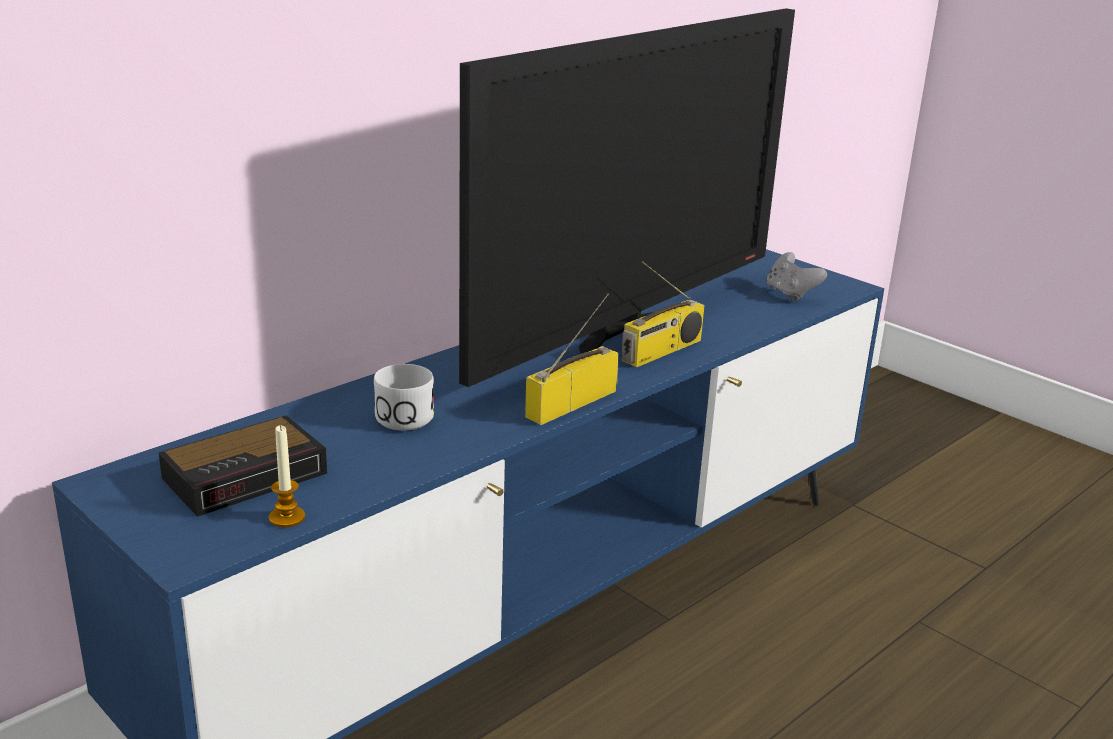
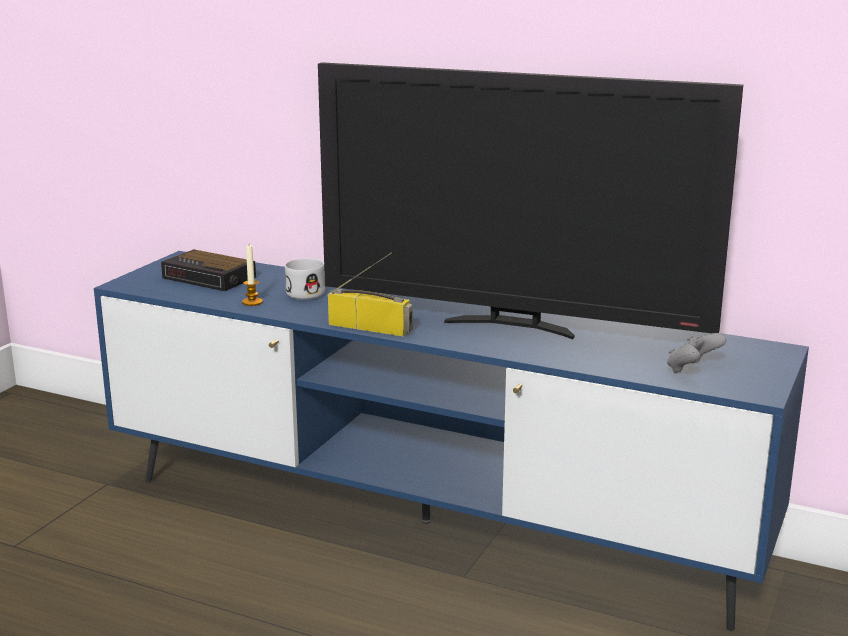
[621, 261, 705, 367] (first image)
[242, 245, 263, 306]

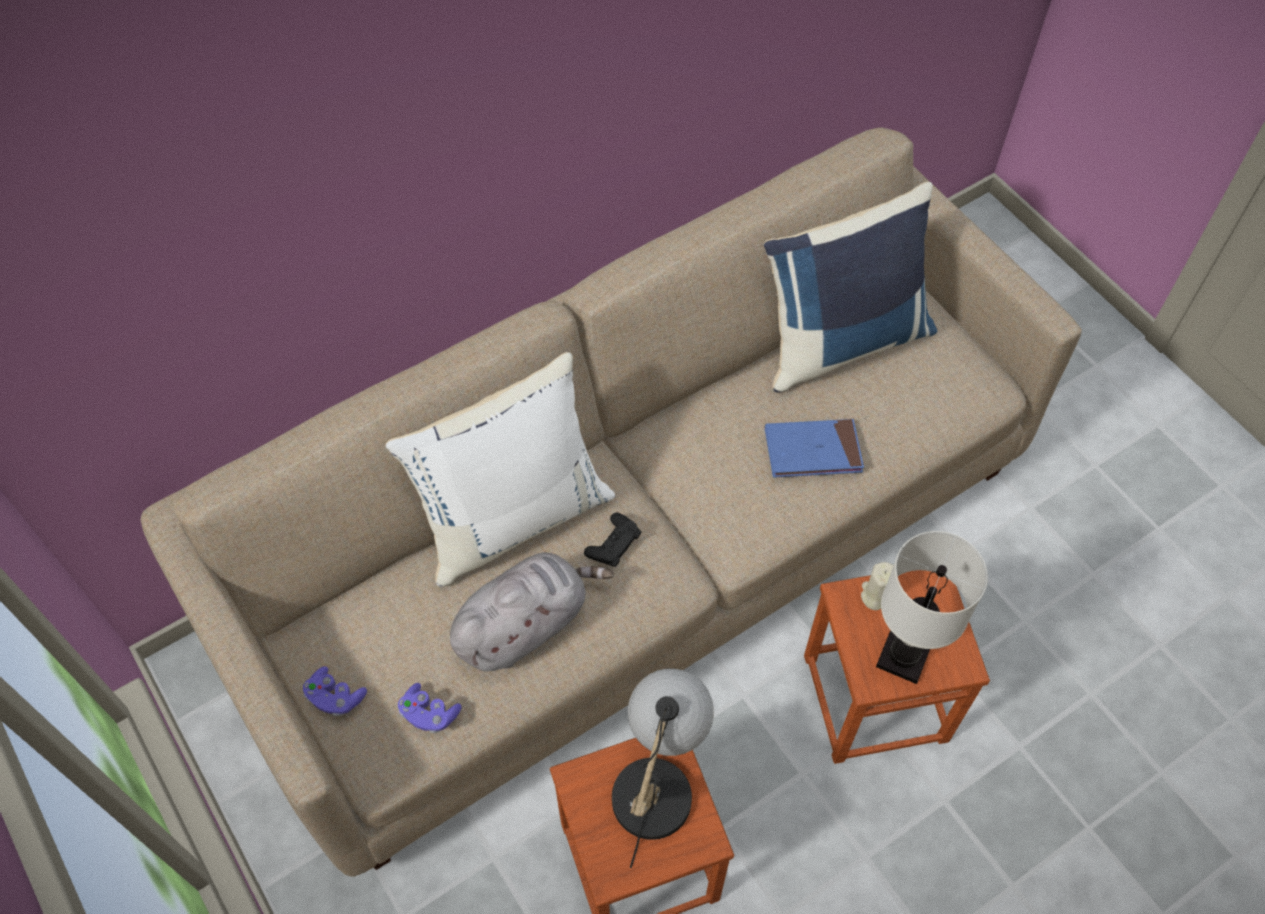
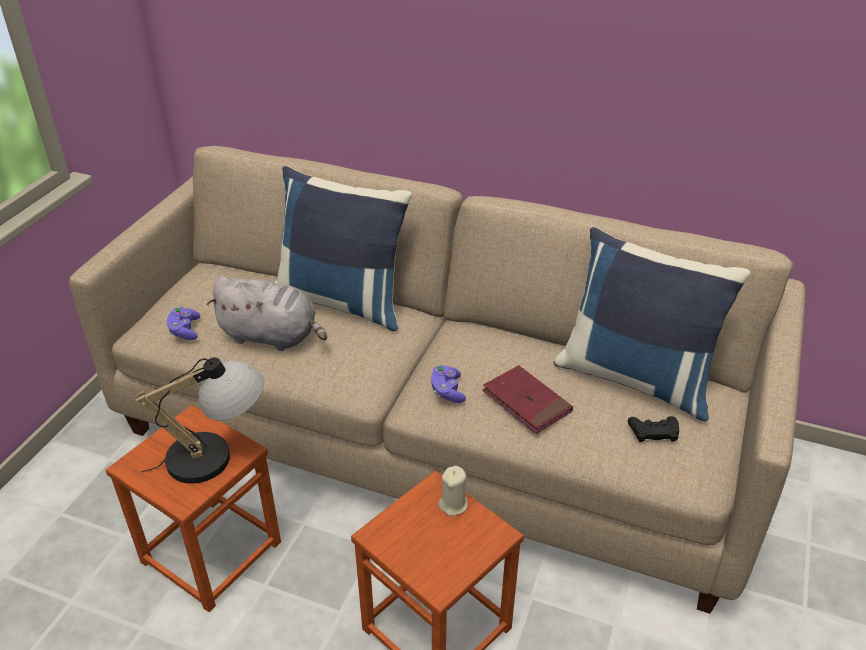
[275, 166, 412, 331]
[483, 365, 573, 434]
[628, 416, 679, 442]
[876, 531, 988, 684] (first image)
[431, 365, 466, 403]

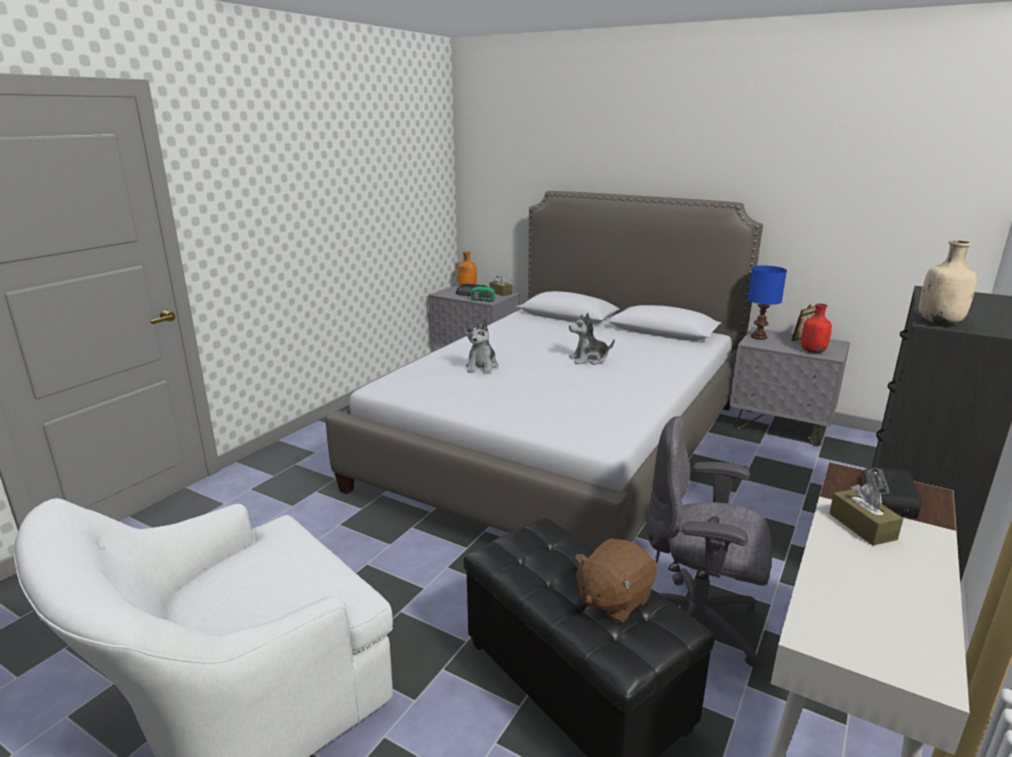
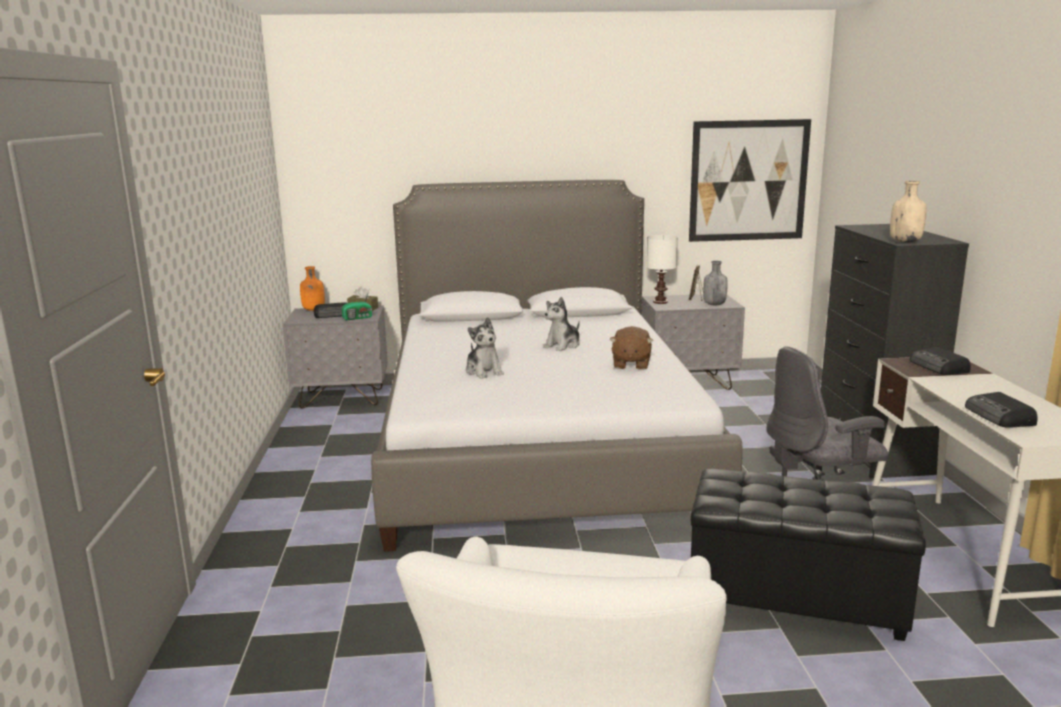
[646, 235, 678, 304]
[703, 261, 728, 306]
[829, 483, 903, 546] (first image)
[610, 326, 653, 370]
[689, 119, 811, 242]
[965, 392, 1038, 428]

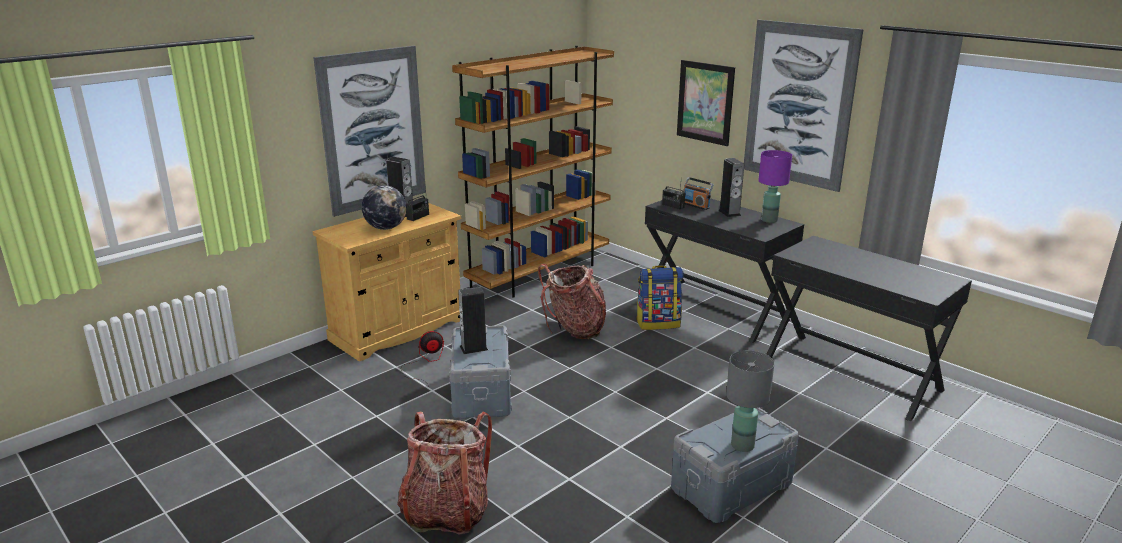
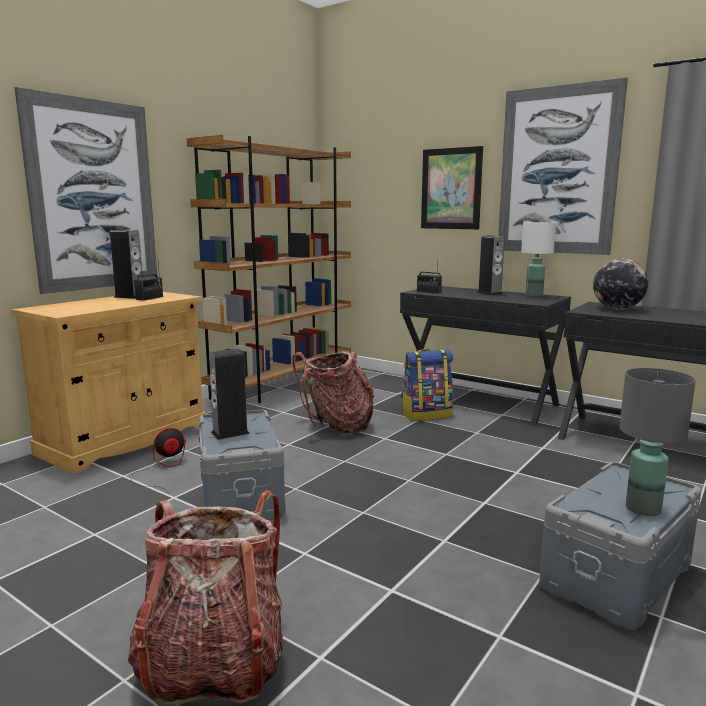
[521, 222, 556, 297]
[684, 177, 714, 210] (first image)
[593, 258, 648, 310]

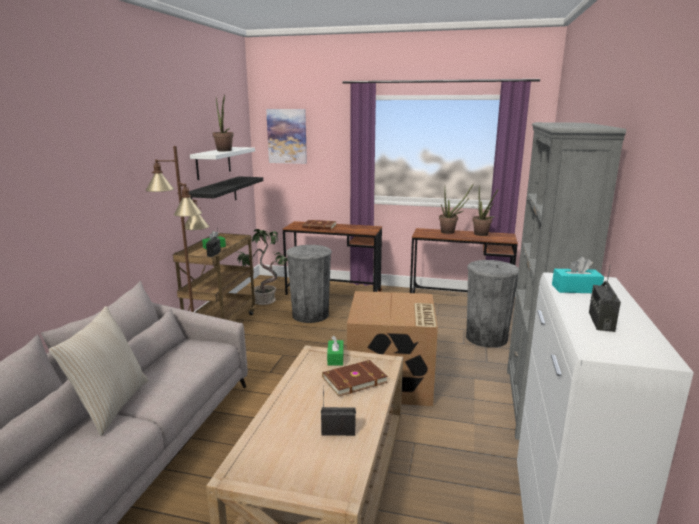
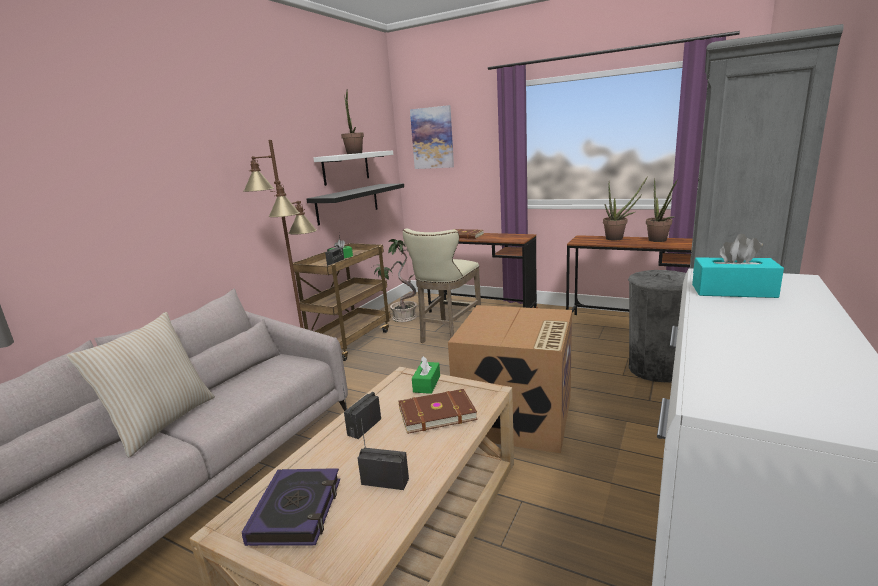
[403, 229, 481, 343]
[343, 387, 381, 439]
[242, 468, 340, 546]

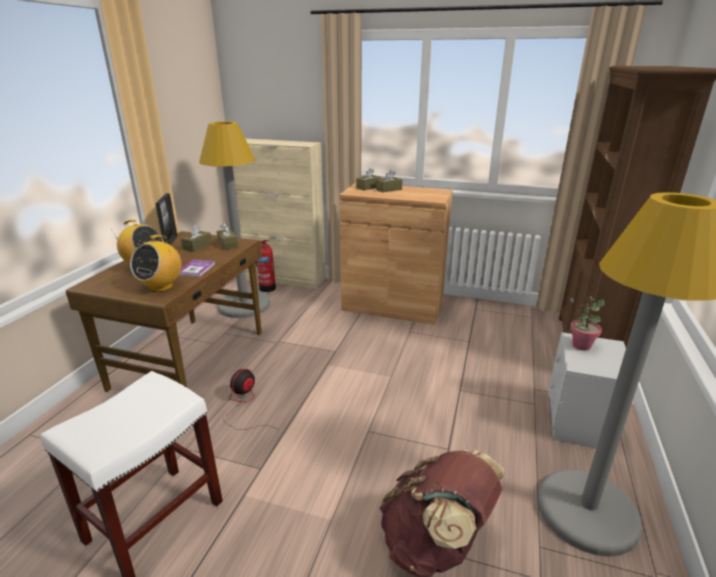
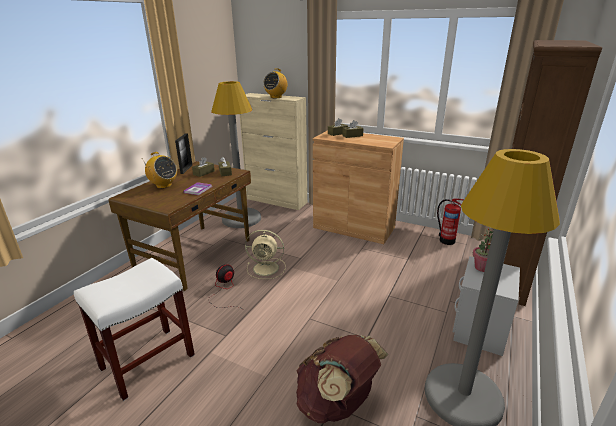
[263, 68, 288, 98]
[437, 198, 464, 245]
[245, 230, 286, 279]

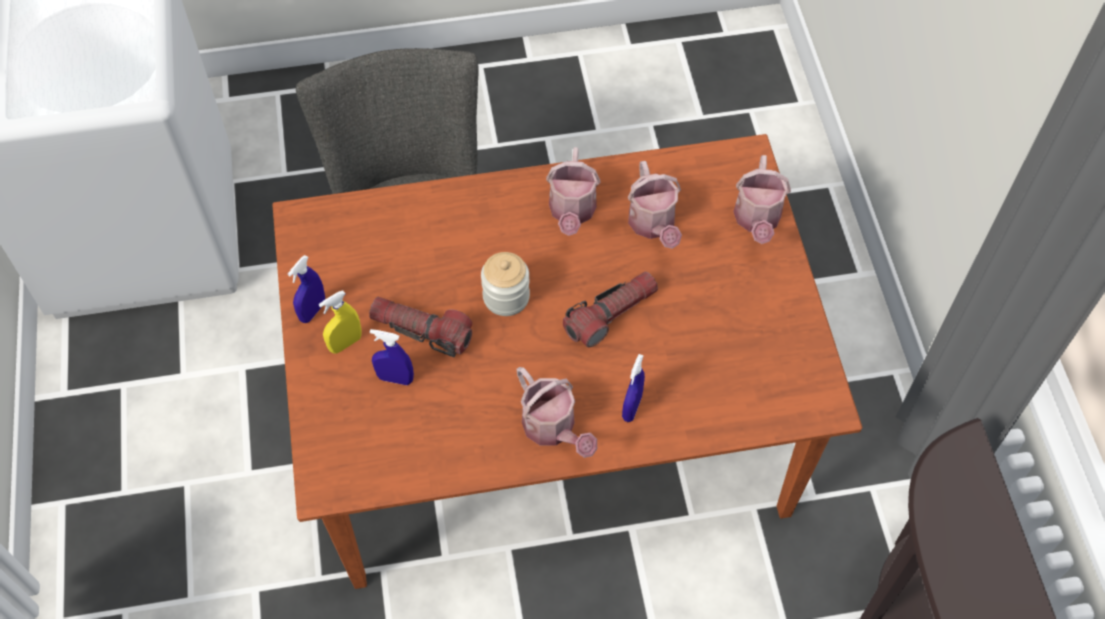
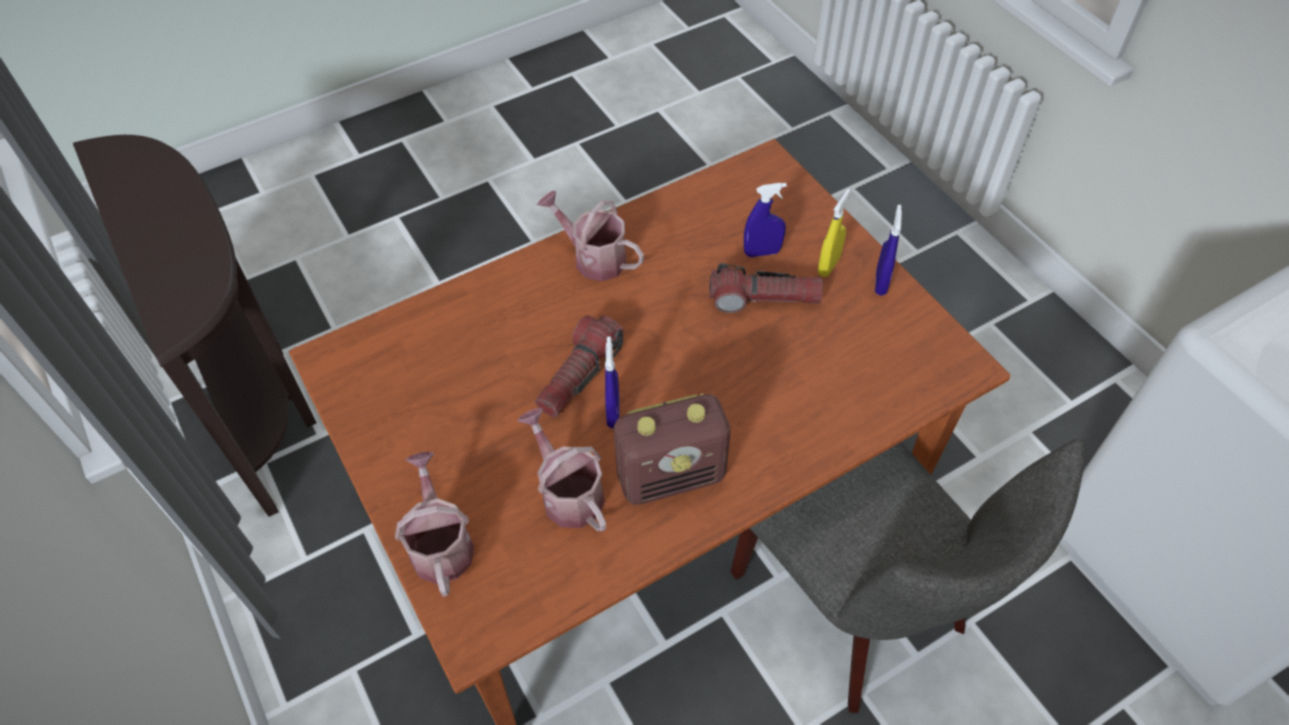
[614, 393, 731, 505]
[481, 252, 530, 316] (first image)
[605, 336, 620, 428]

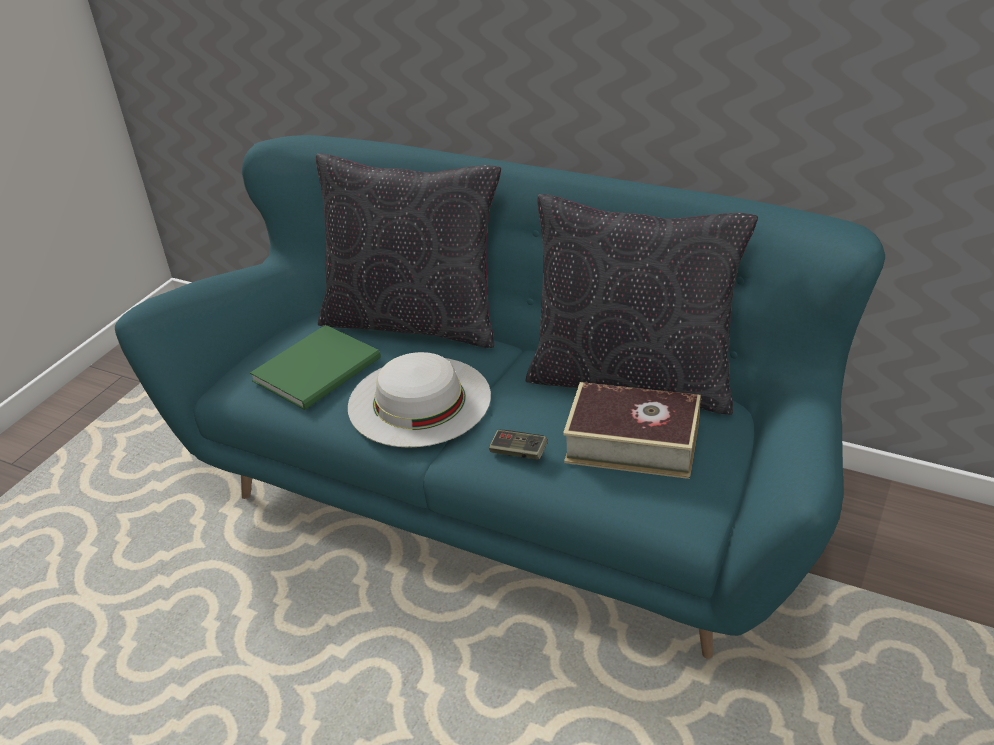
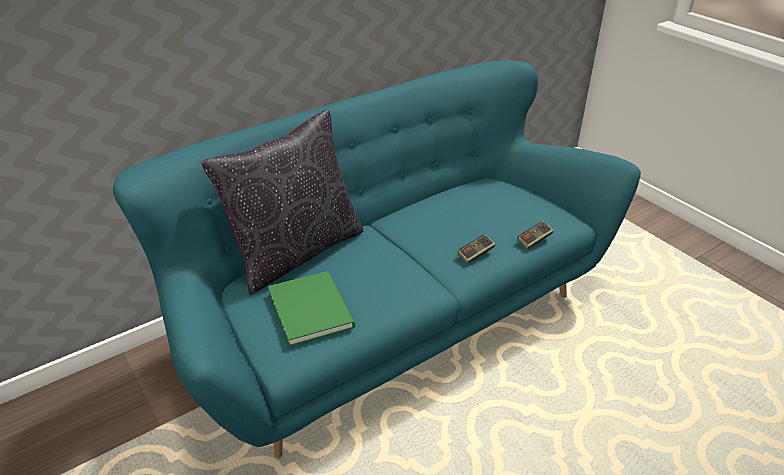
[525, 194, 758, 415] (first image)
[348, 352, 491, 448] (first image)
[563, 382, 701, 479] (first image)
[517, 221, 554, 249]

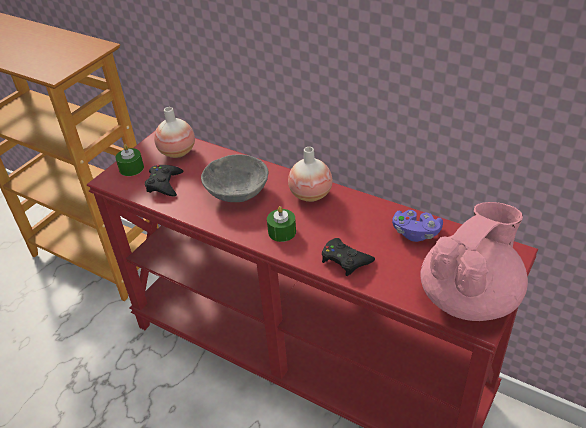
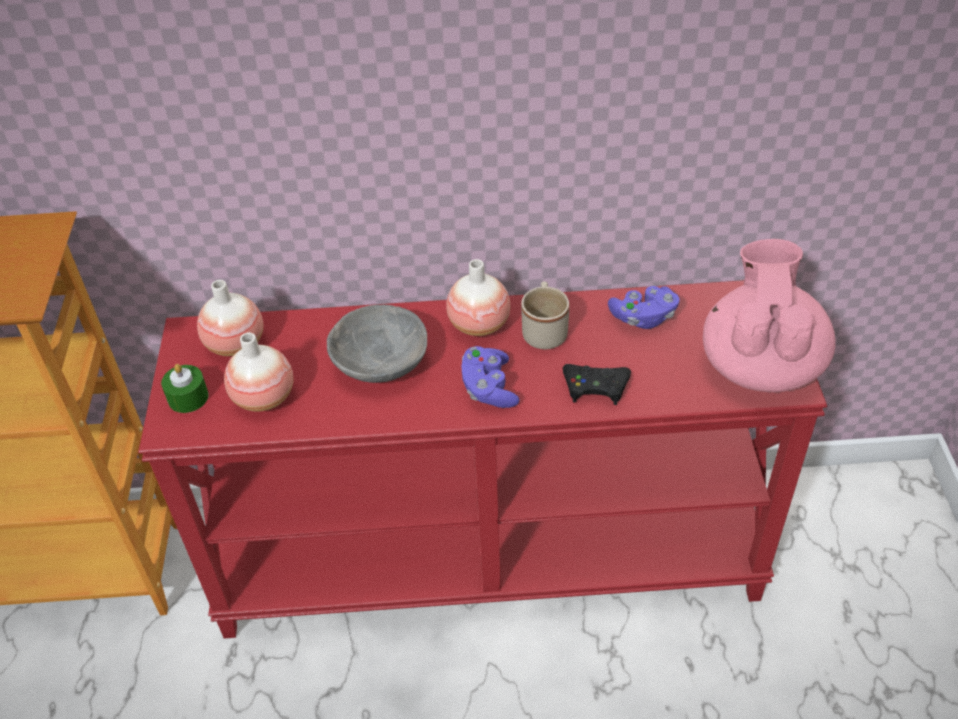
[224, 333, 293, 412]
[462, 346, 519, 408]
[521, 281, 569, 349]

